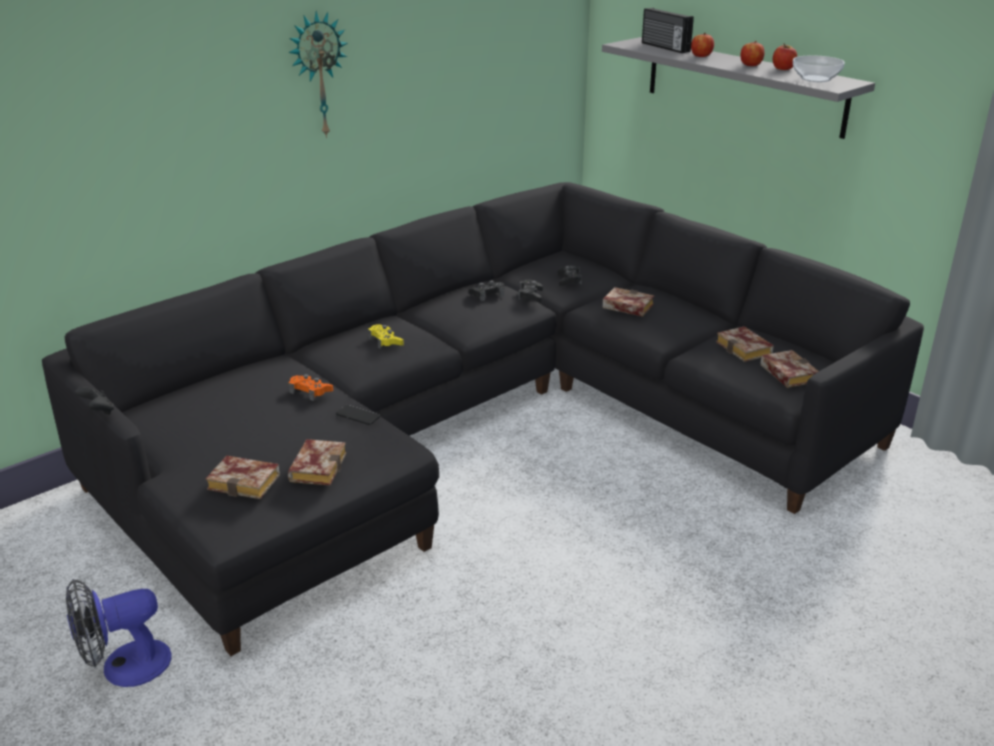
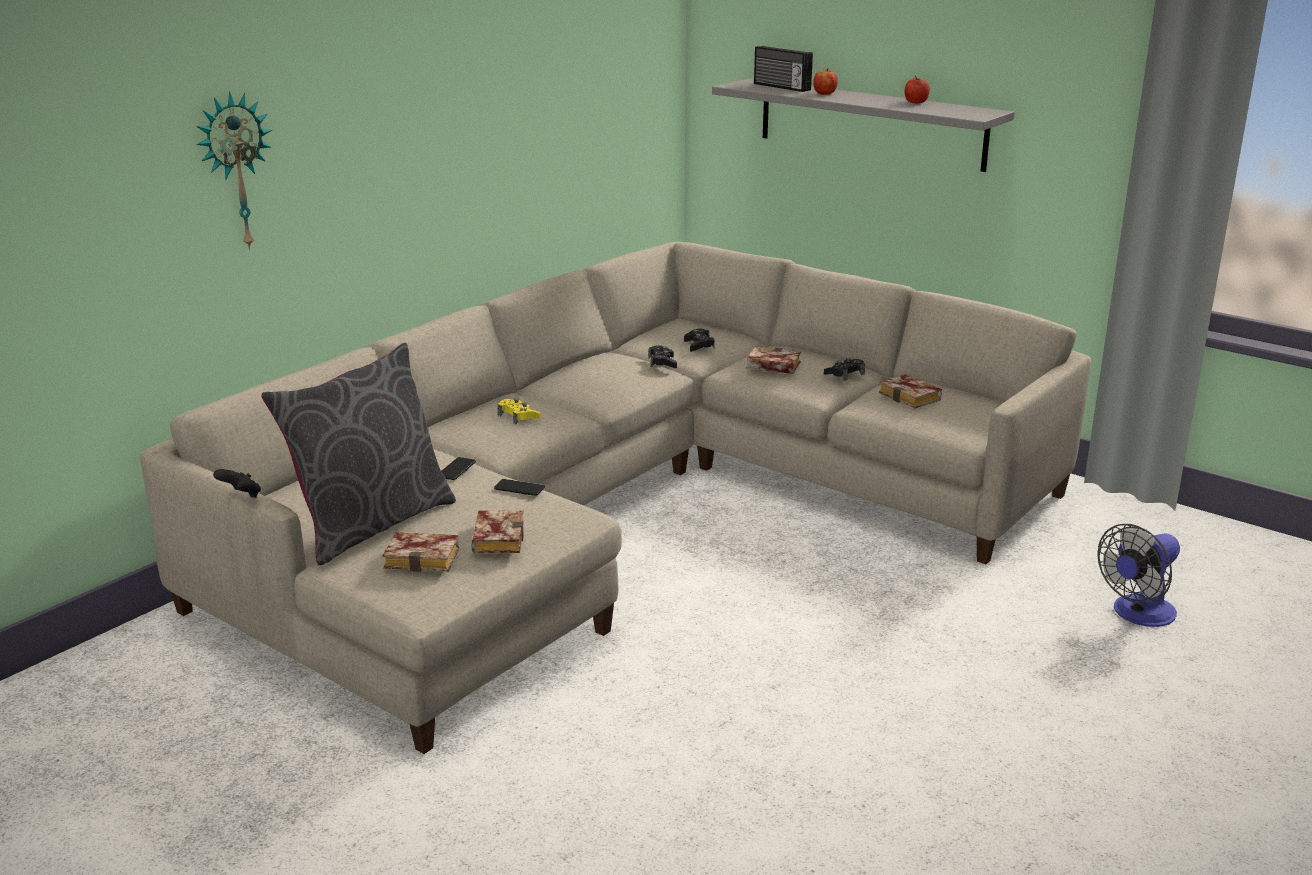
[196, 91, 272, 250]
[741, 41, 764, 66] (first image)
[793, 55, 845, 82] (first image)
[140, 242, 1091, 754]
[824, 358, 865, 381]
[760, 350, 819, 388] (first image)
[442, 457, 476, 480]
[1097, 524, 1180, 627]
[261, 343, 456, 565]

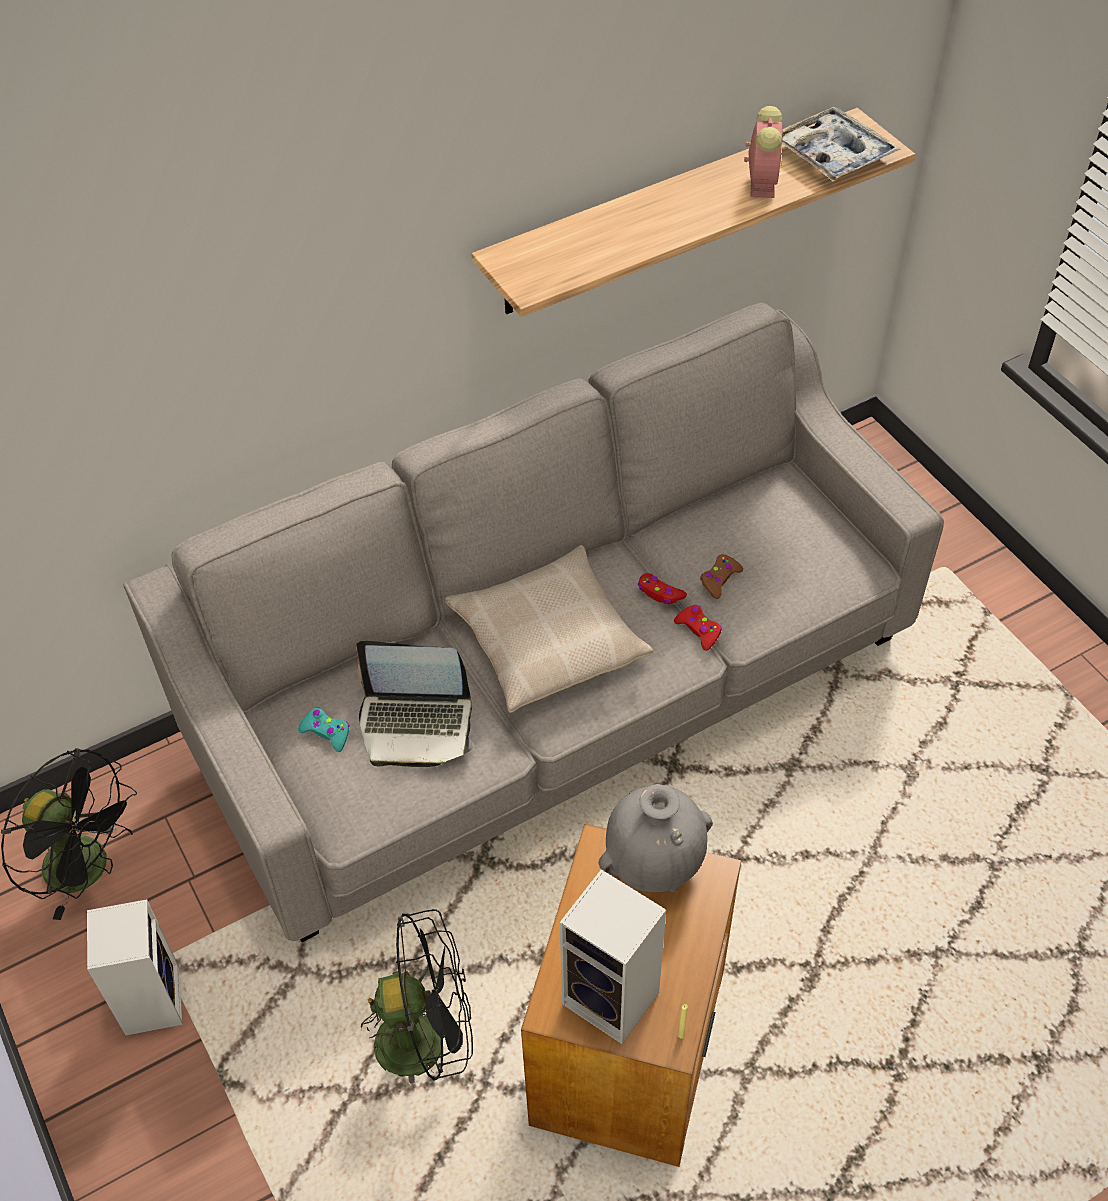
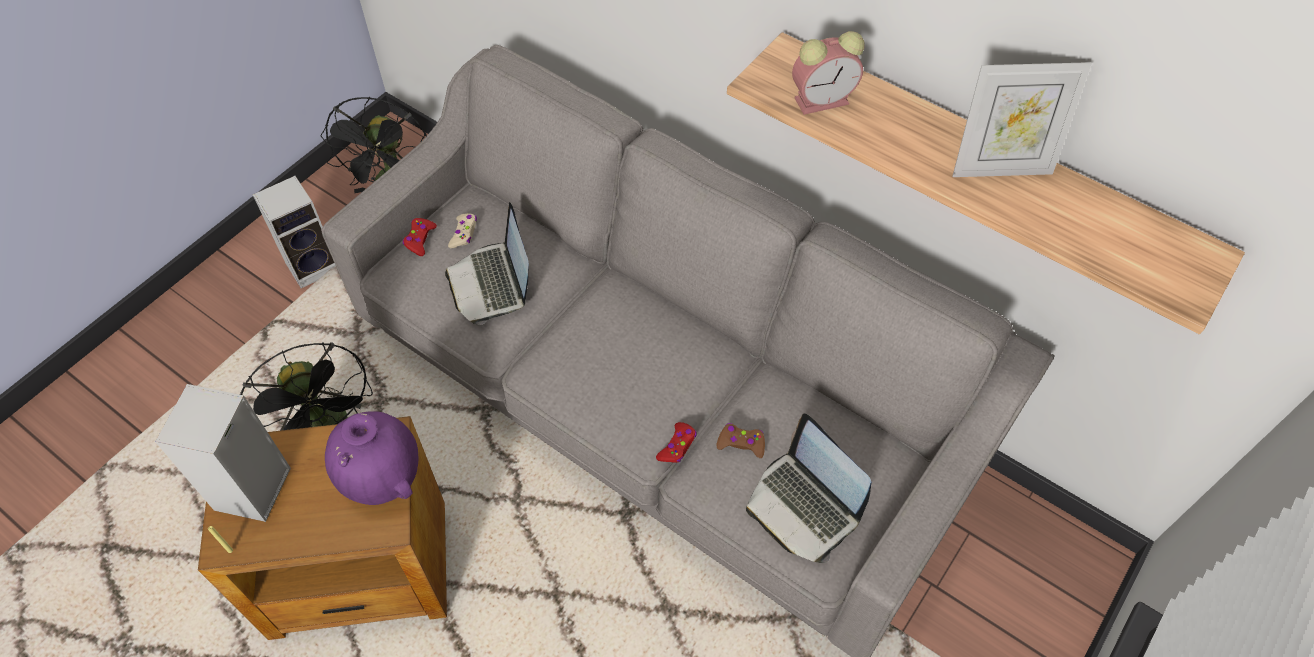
[792, 31, 865, 115]
[782, 107, 901, 182] (first image)
[445, 545, 653, 713] (first image)
[403, 218, 437, 256]
[448, 213, 477, 248]
[325, 411, 418, 505]
[952, 62, 1092, 177]
[746, 414, 871, 563]

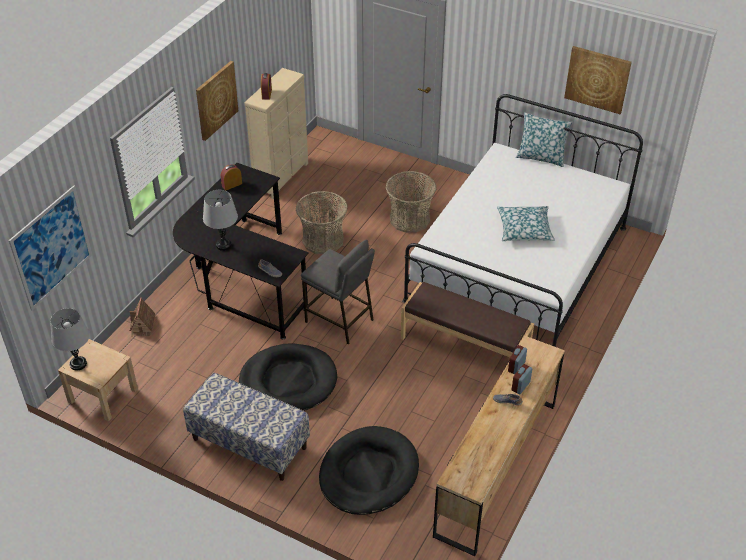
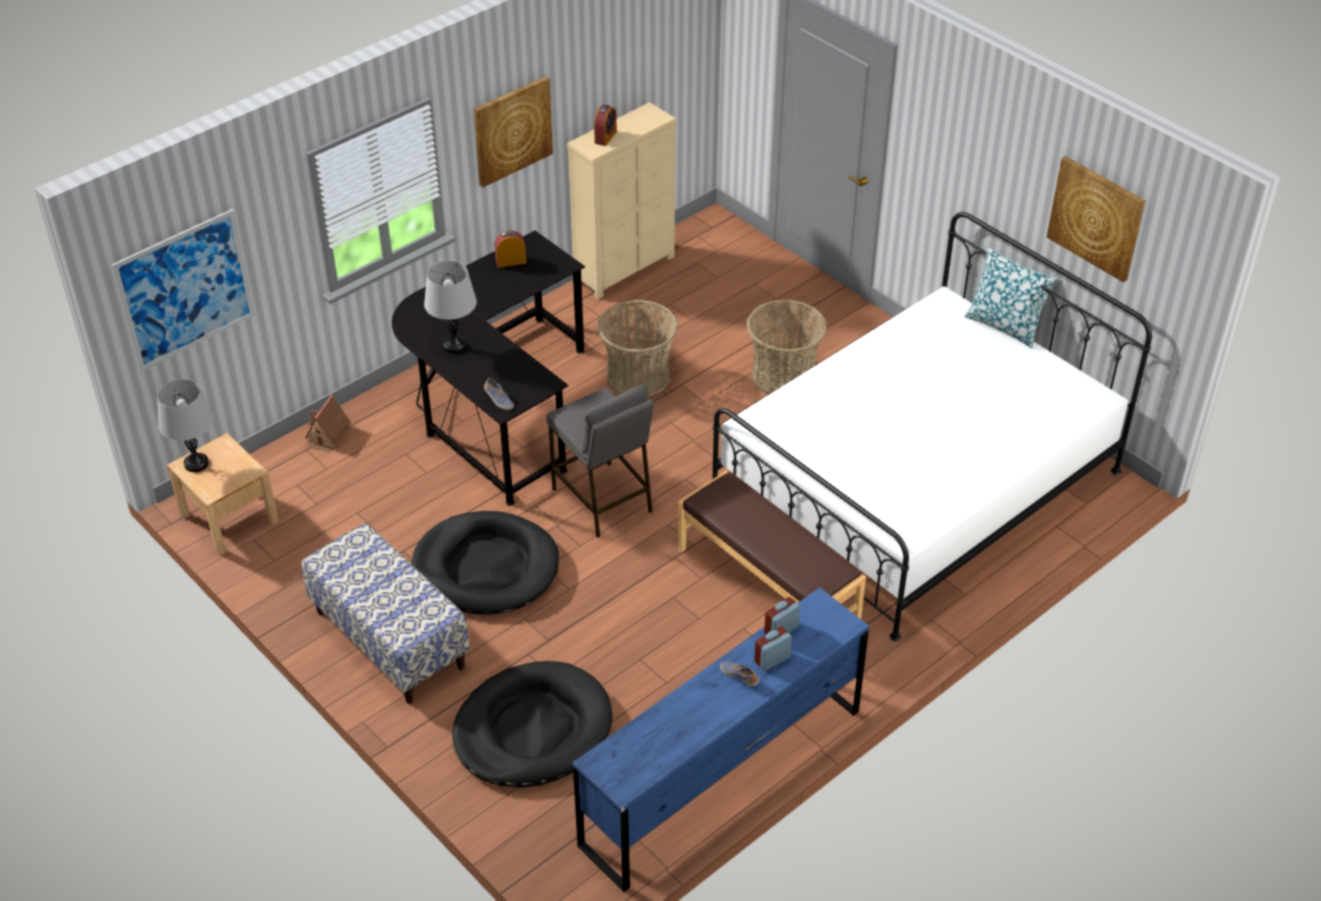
[497, 206, 555, 241] (first image)
[573, 587, 869, 892]

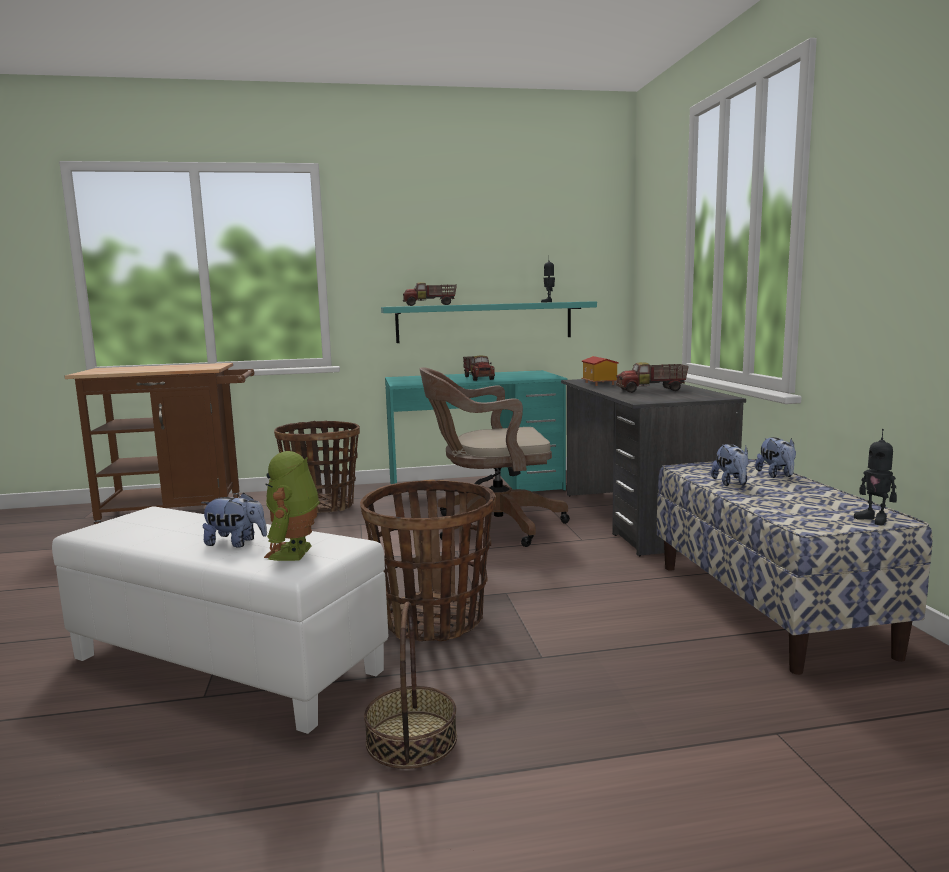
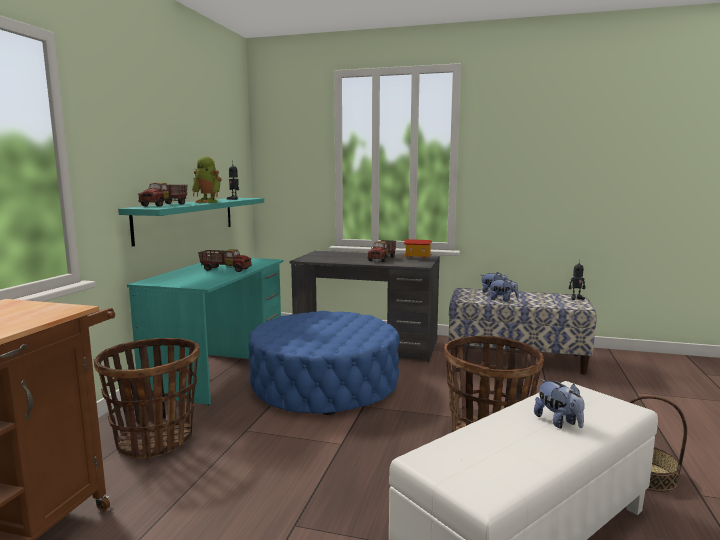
[401, 239, 432, 260]
[249, 311, 400, 415]
[192, 156, 222, 203]
[534, 379, 585, 428]

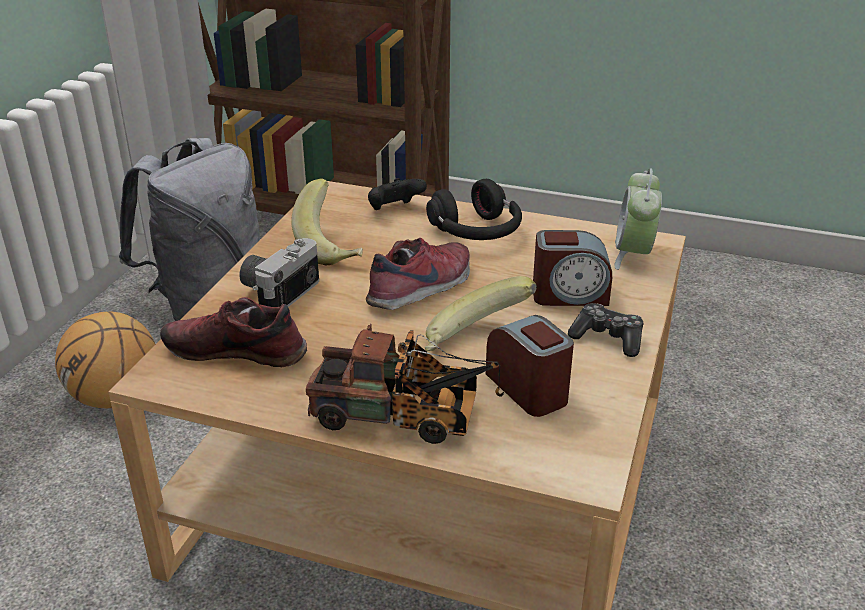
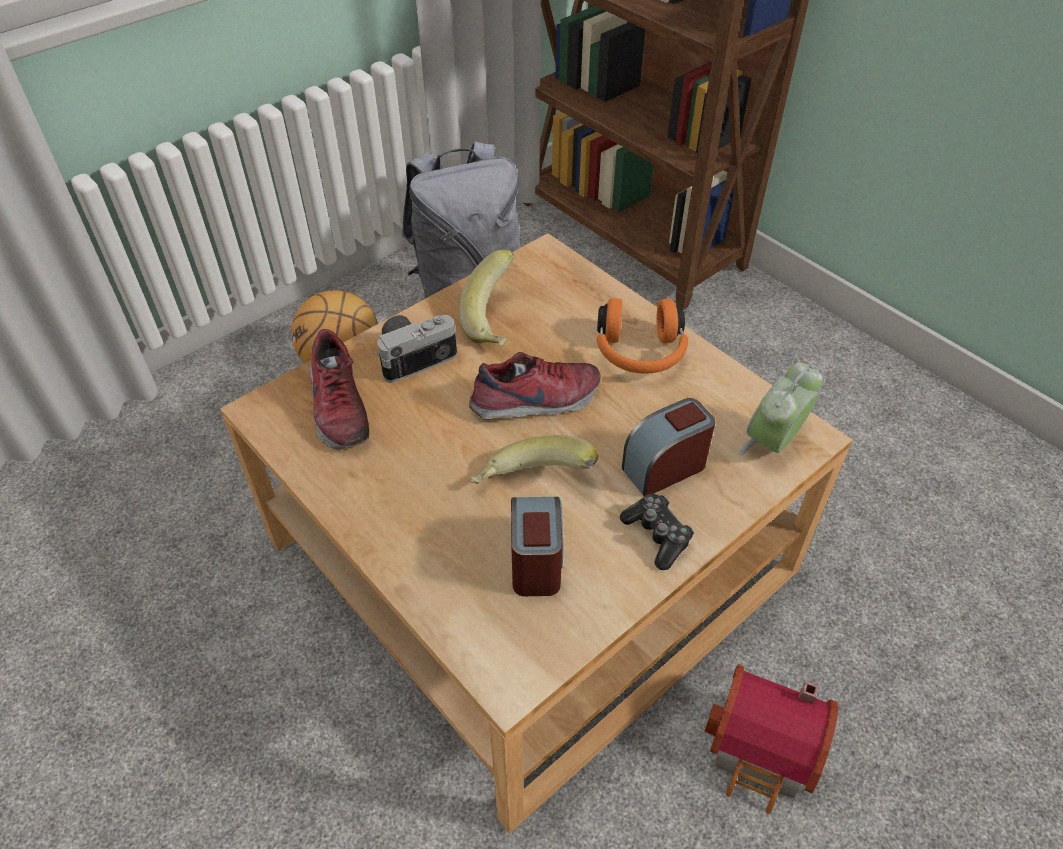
[368, 178, 427, 210] (first image)
[597, 298, 688, 374]
[622, 398, 715, 497]
[309, 329, 370, 450]
[306, 324, 504, 444] (first image)
[704, 664, 838, 814]

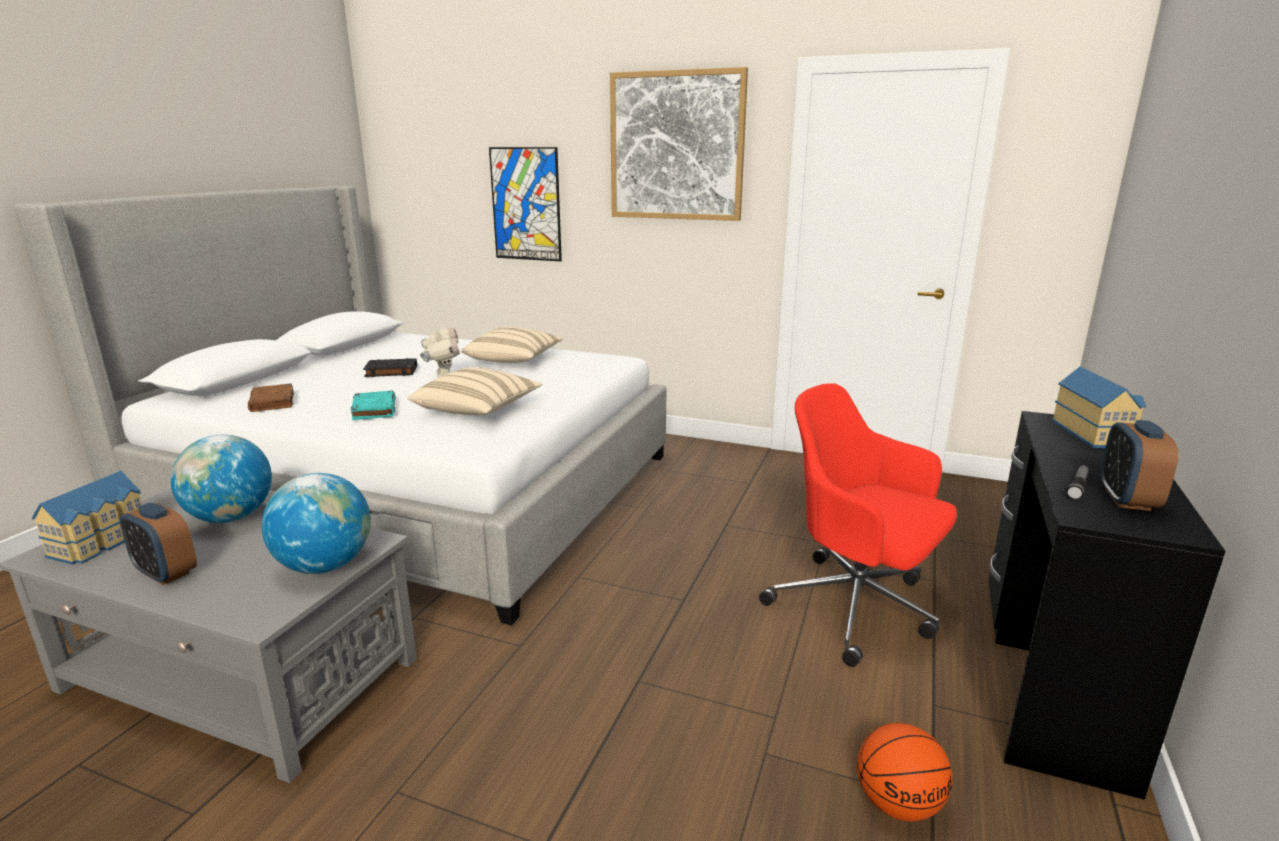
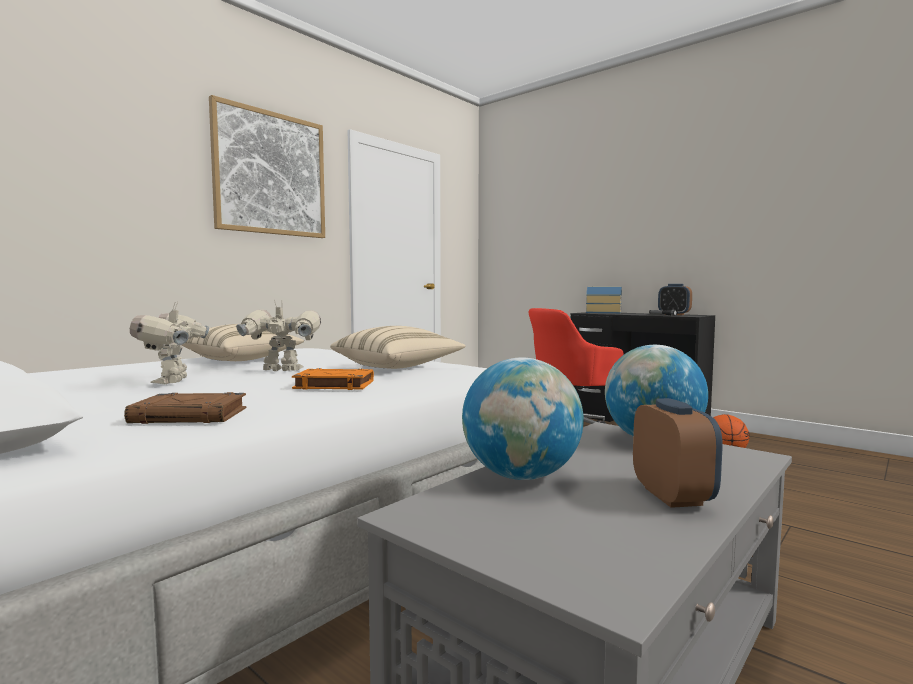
[489, 147, 562, 261] (first image)
[130, 302, 209, 384]
[292, 368, 374, 390]
[32, 471, 142, 565] (first image)
[633, 398, 723, 508]

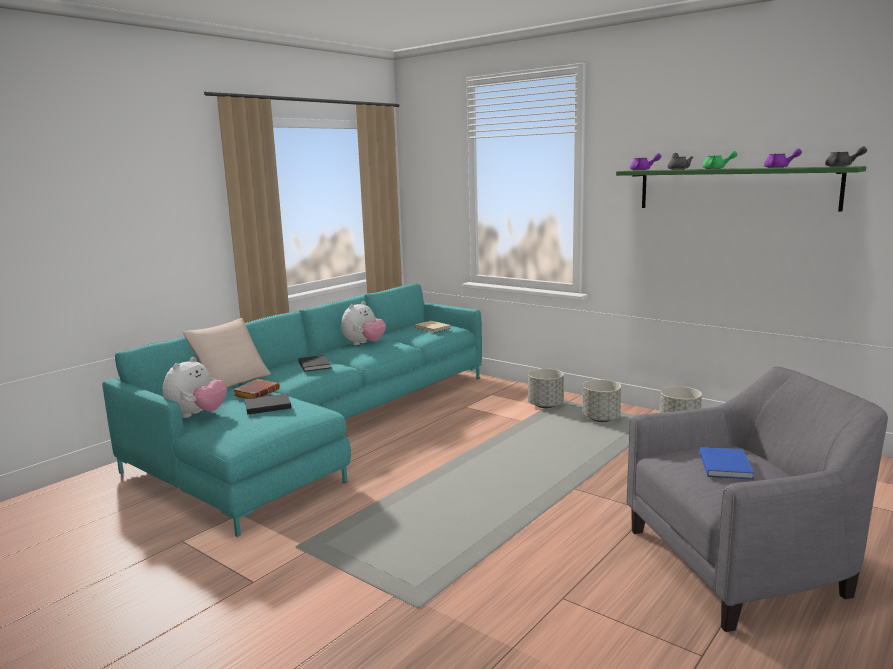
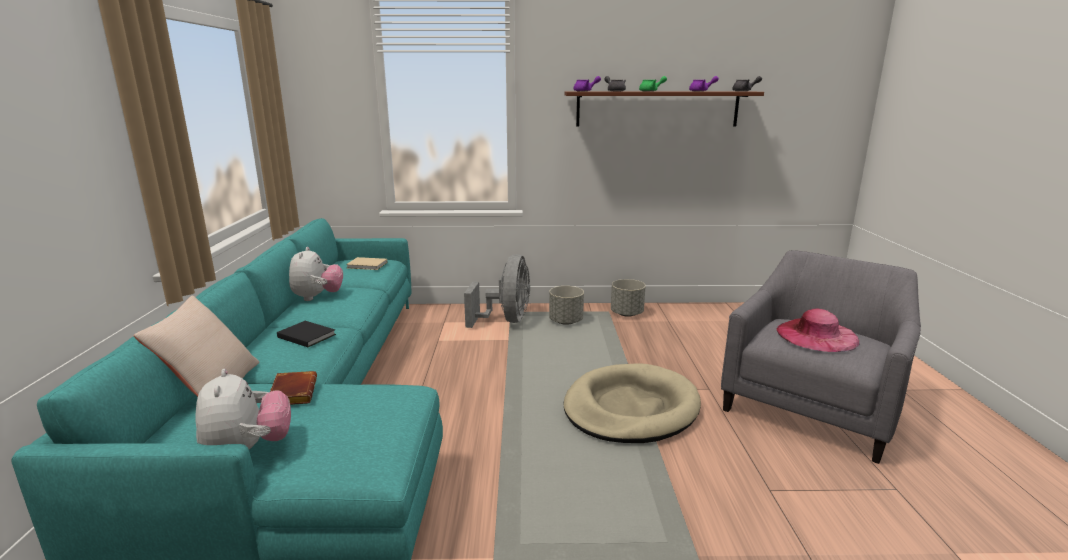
[564, 91, 764, 127]
[464, 254, 530, 328]
[245, 394, 291, 415] (first image)
[777, 309, 860, 352]
[563, 363, 701, 443]

